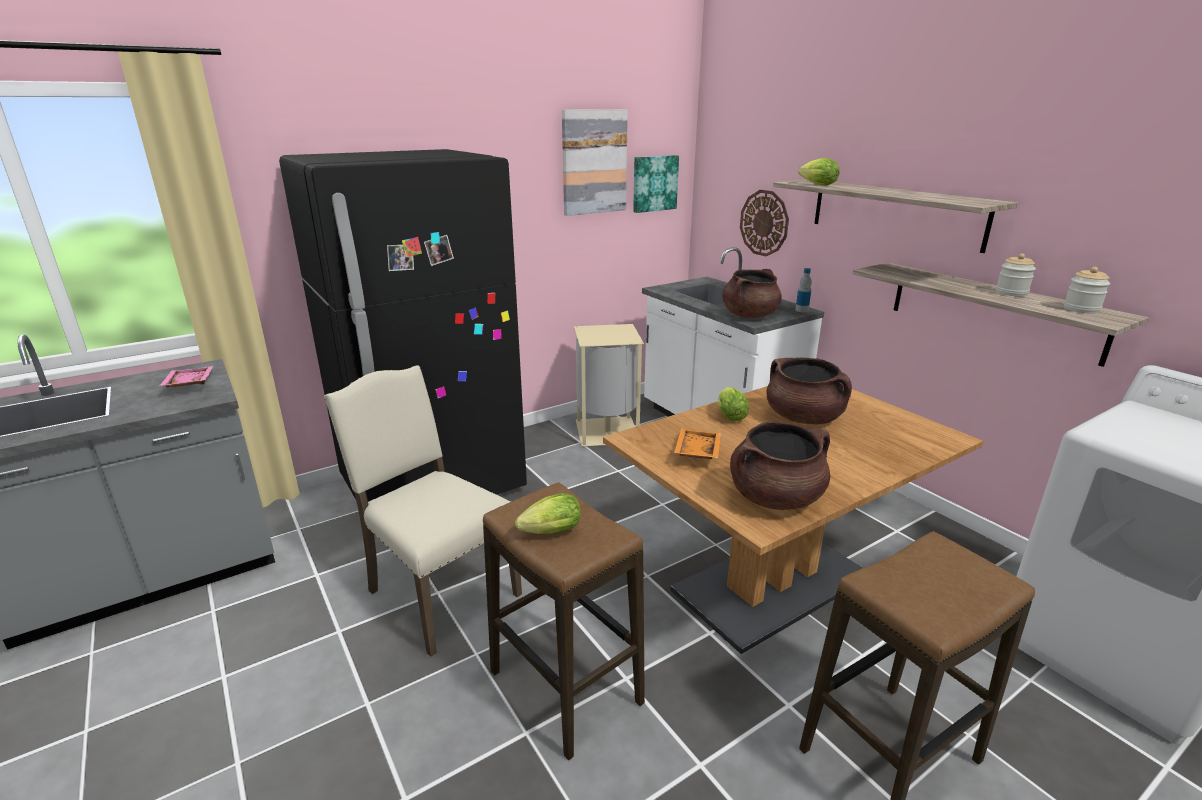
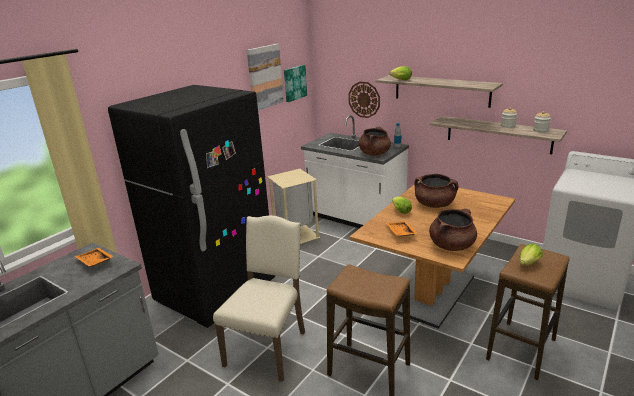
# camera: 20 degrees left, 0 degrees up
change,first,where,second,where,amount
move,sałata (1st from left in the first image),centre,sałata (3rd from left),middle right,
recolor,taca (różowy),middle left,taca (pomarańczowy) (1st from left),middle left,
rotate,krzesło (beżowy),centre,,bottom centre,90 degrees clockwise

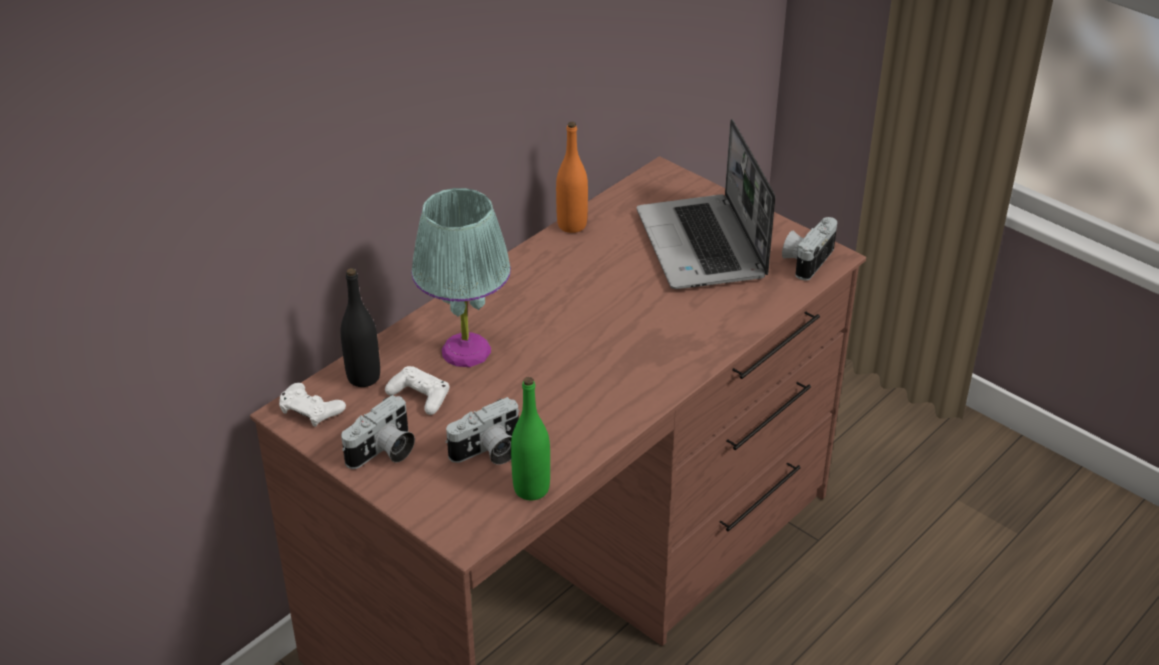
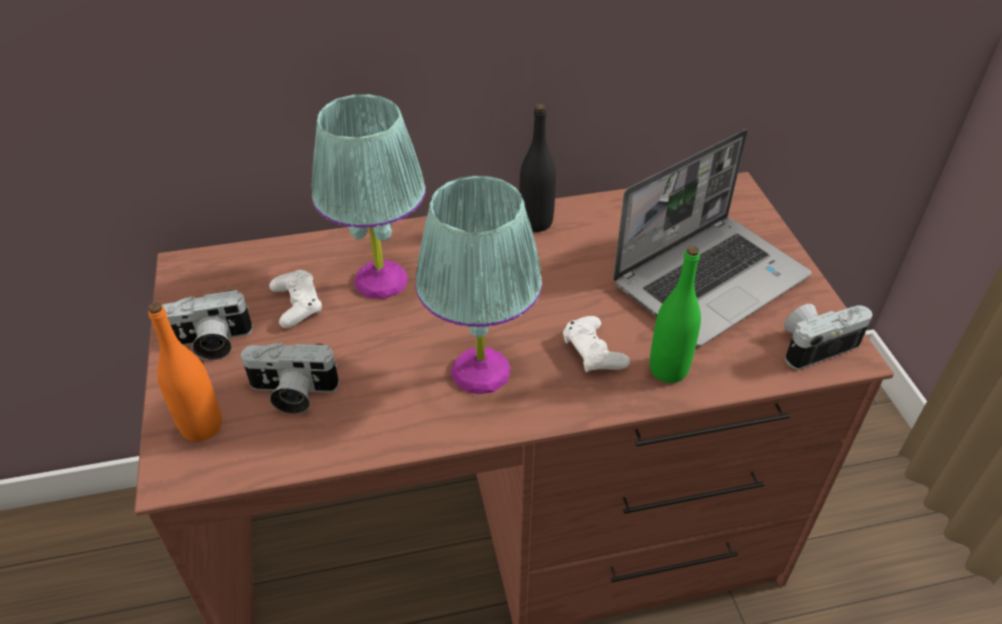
# camera: 35 degrees right, 5 degrees up
change,first,where,second,where,amount
insert,,,lampa stołowa (turkusowy) (2nd from left),centre,
move,pad do gier (biały) (1st from left in the first image),middle left,pad do gier (biały) (2nd from left),centre,
move,butelka (czarny),middle left,,top centre,
move,butelka (zielony),centre,,middle right,
move,butelka (pomarańczowy),top centre,,middle left,
rotate,laptop,top centre,,middle right,150 degrees counterclockwise

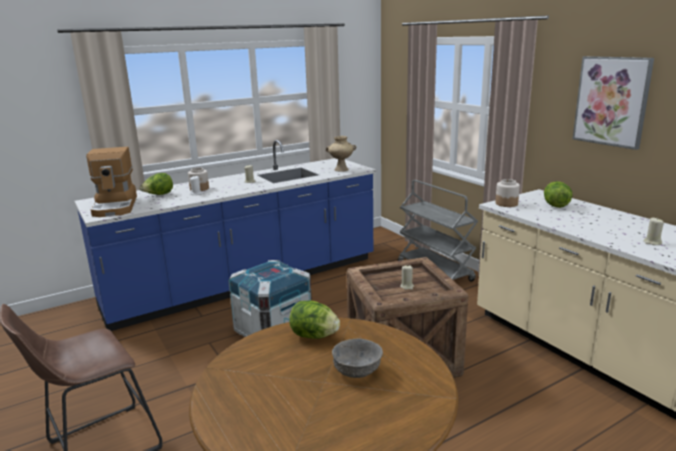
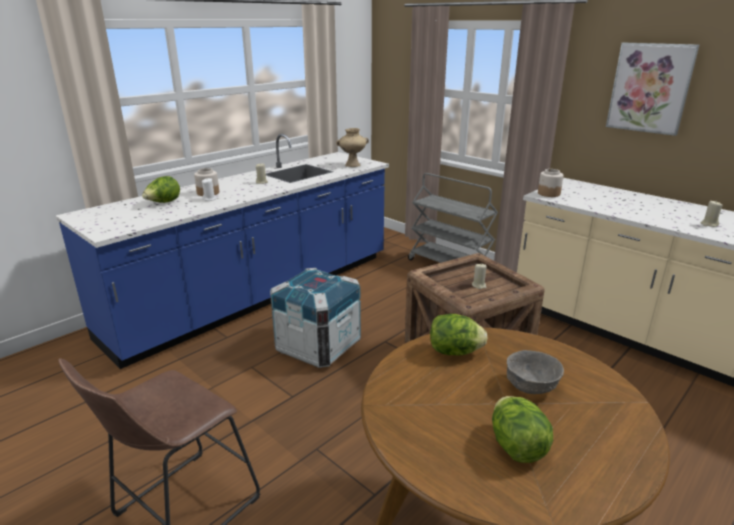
# camera: 15 degrees left, 5 degrees up
change,first,where,second,where,amount
delete,ekspres do kawy,middle left,,,
move,sałata (3rd from left),middle right,,bottom right,

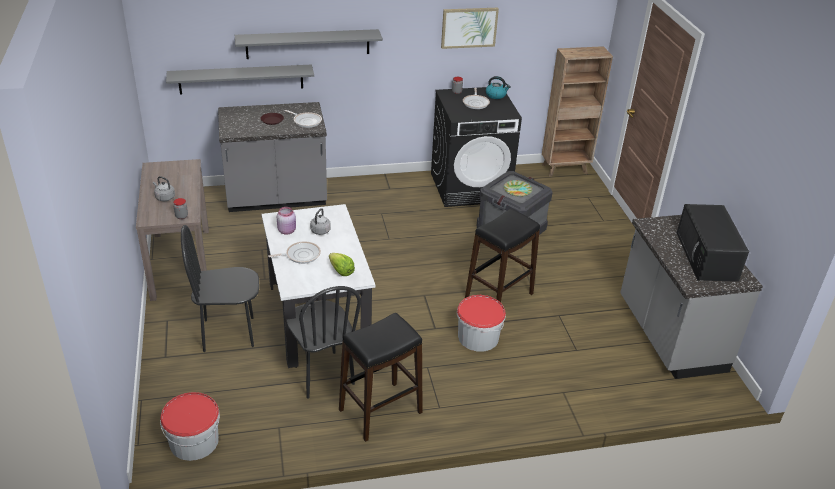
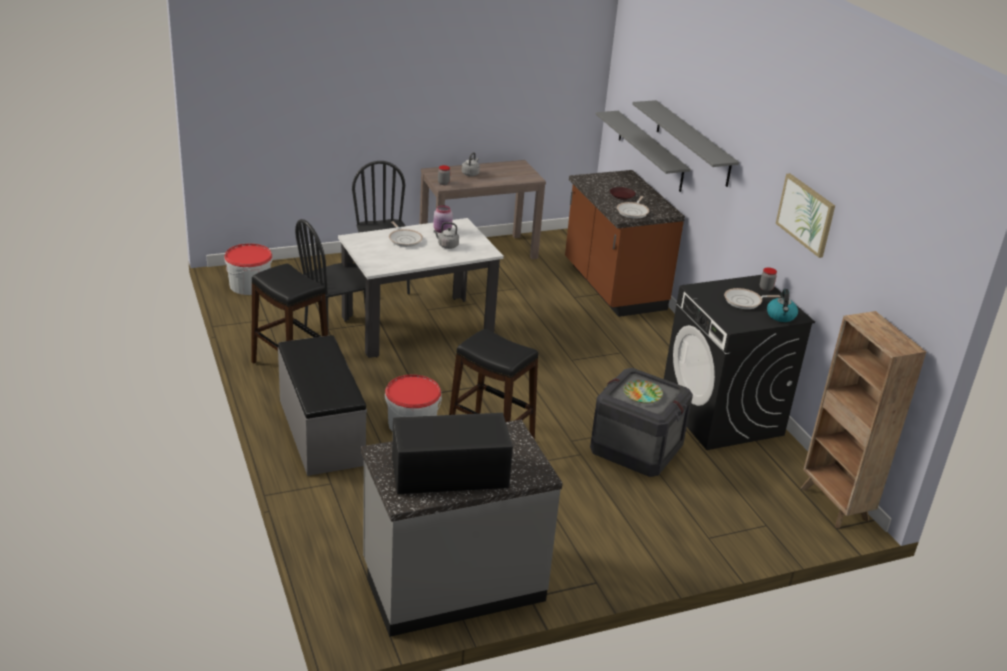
# camera: 80 degrees right, 5 degrees down
change,first,where,second,where,amount
delete,sałata,centre,,,
insert,,,ławka (szary),middle left,
recolor,zabudowa kuchenna (szary) (1st from left),top left,zabudowa kuchenna (brązowy),centre,

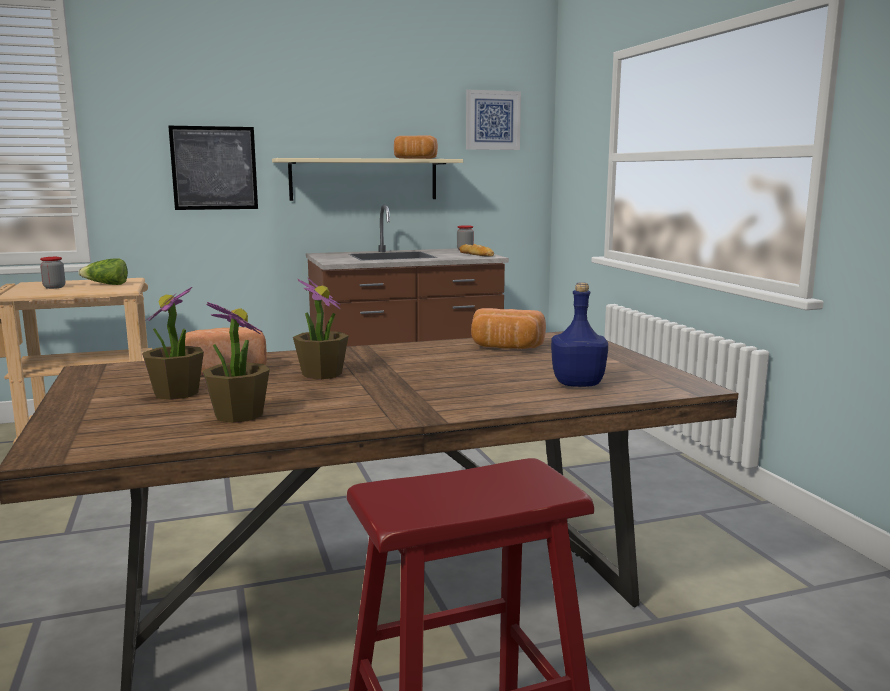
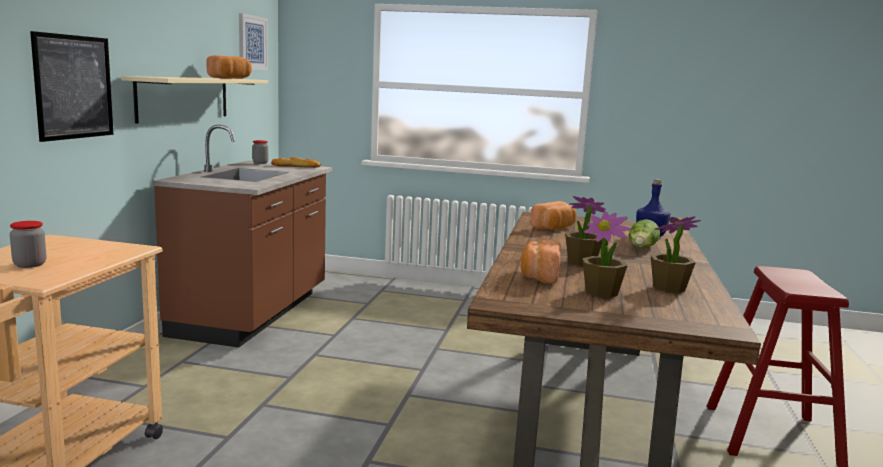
# camera: 60 degrees left, 0 degrees up
change,first,where,second,where,amount
move,sałata,middle left,,middle right,

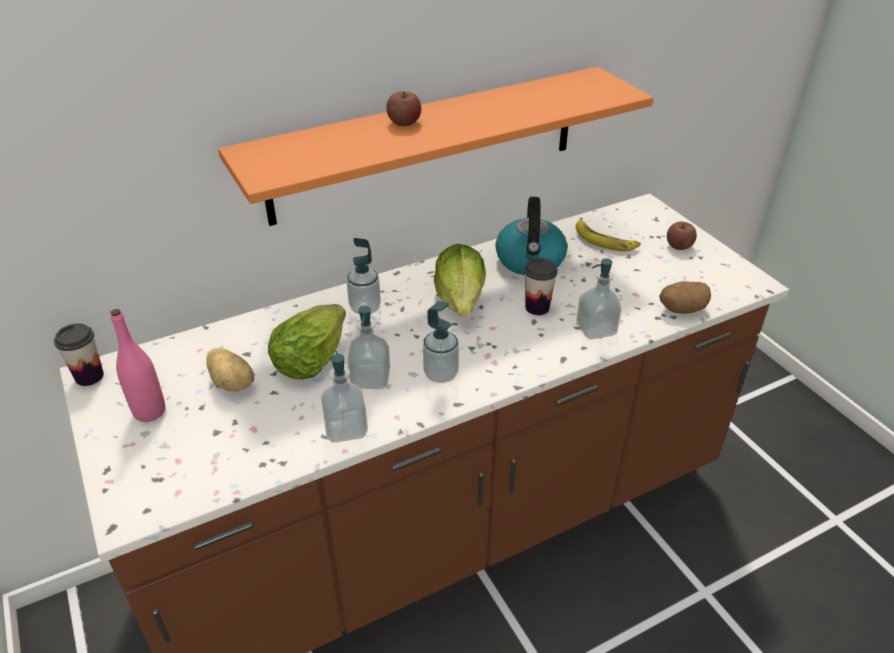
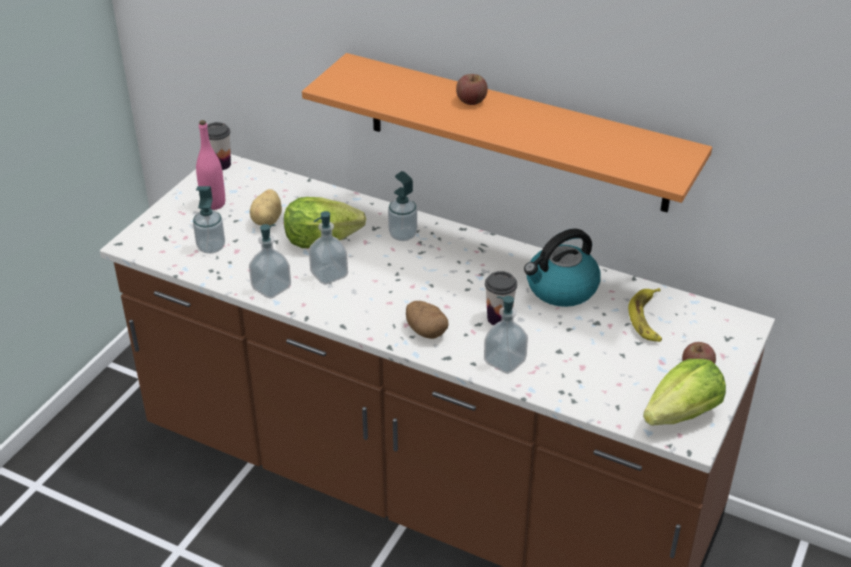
# camera: 55 degrees right, 0 degrees up
change,first,where,second,where,amount
move,dozownik mydła (4th from left in the first image),centre,dozownik mydła (1st from left),middle left,
move,sałata (2nd from left),centre,,bottom right,
move,ziemniak (2nd from left),middle right,,centre,

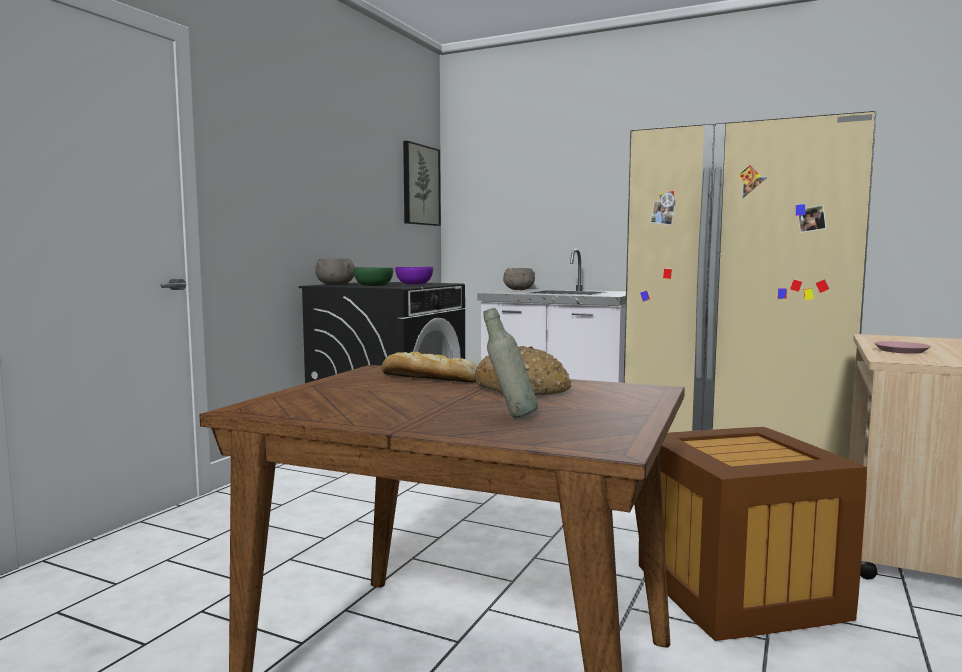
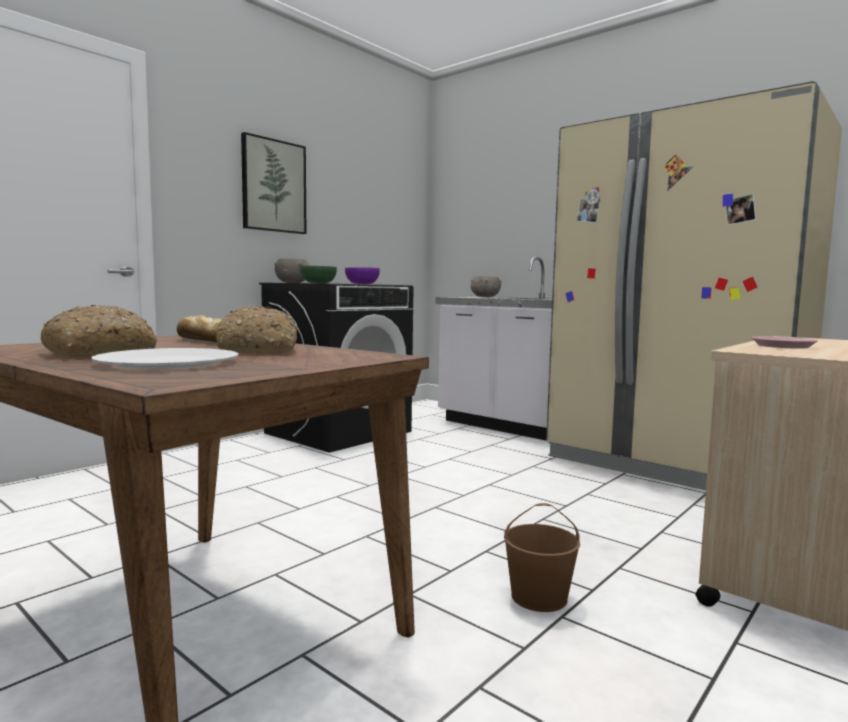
# camera: 15 degrees right, 0 degrees up
change,first,where,second,where,amount
insert,,,chleb (1st from left),middle left,
move,obraz,top centre,,top left,
replace,butelka (szary),centre,talerz (biały),middle left,
replace,skrzynka,bottom right,wiadro (brązowy),bottom centre,

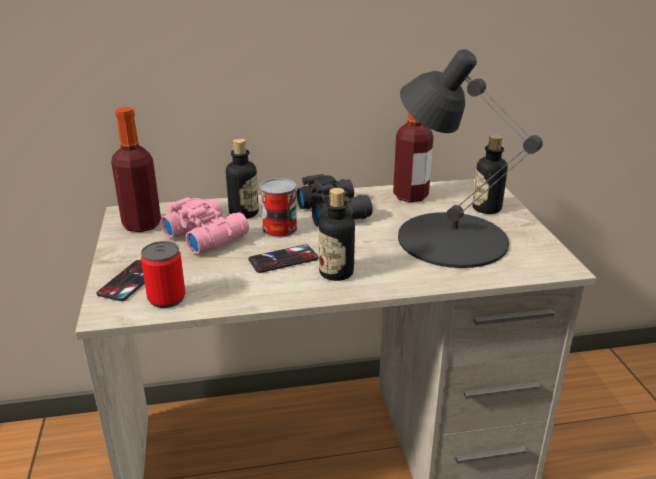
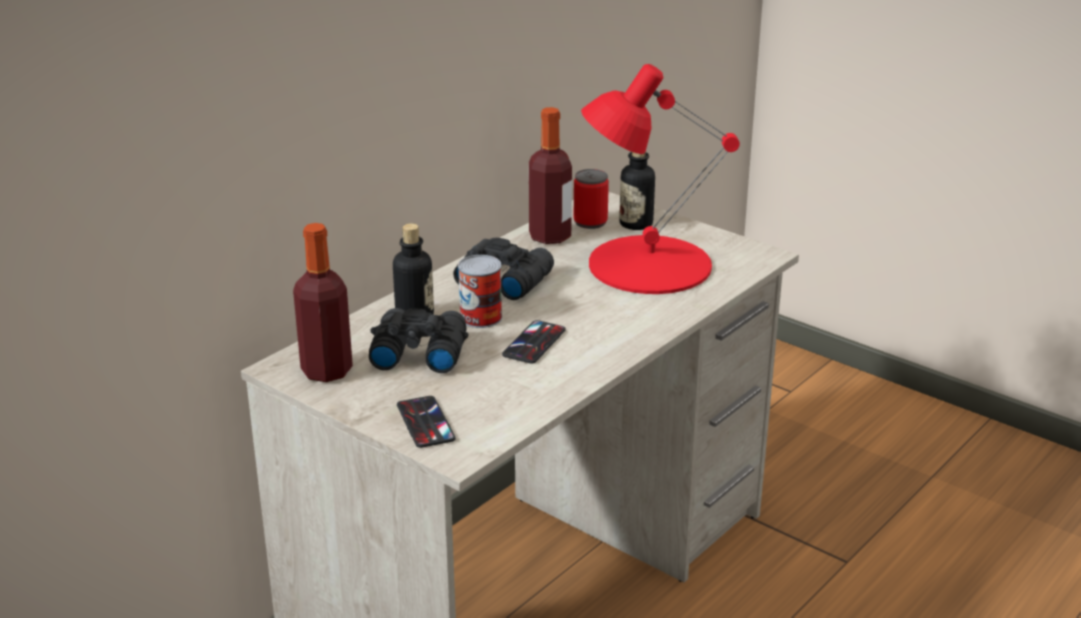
# camera: 40 degrees left, 0 degrees up
change,first,where,second,where,amount
delete,butelka (3rd from left),centre,,,
move,puszka (1st from left in the first image),middle left,puszka (2nd from left),top centre,
recolor,lornetka (różowy),middle left,lornetka (czarny) (1st from left),centre,
recolor,lampa stołowa (czarny),top right,lampa stołowa (czerwony),top centre,

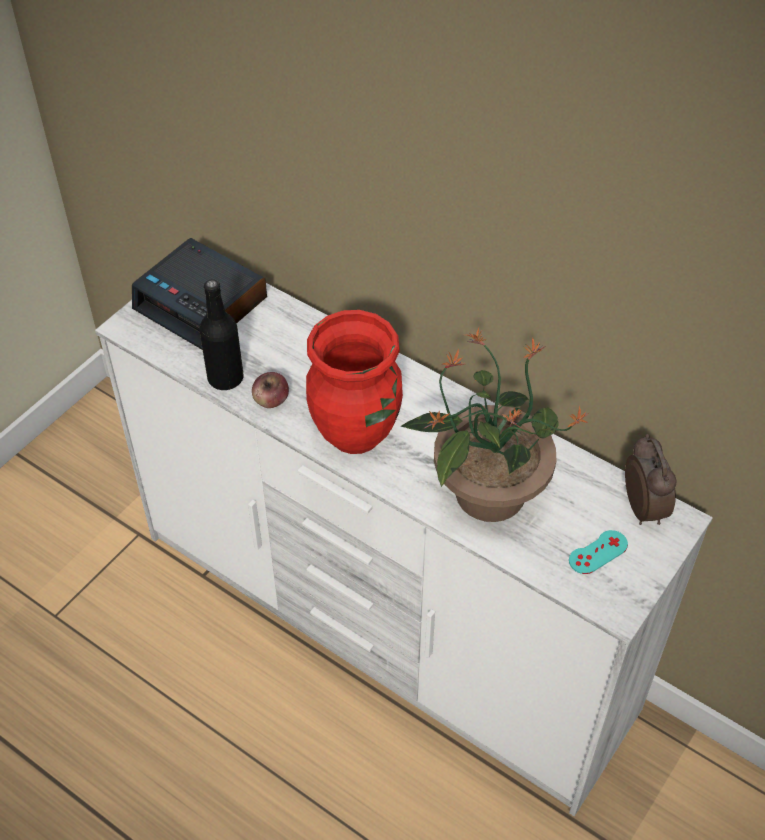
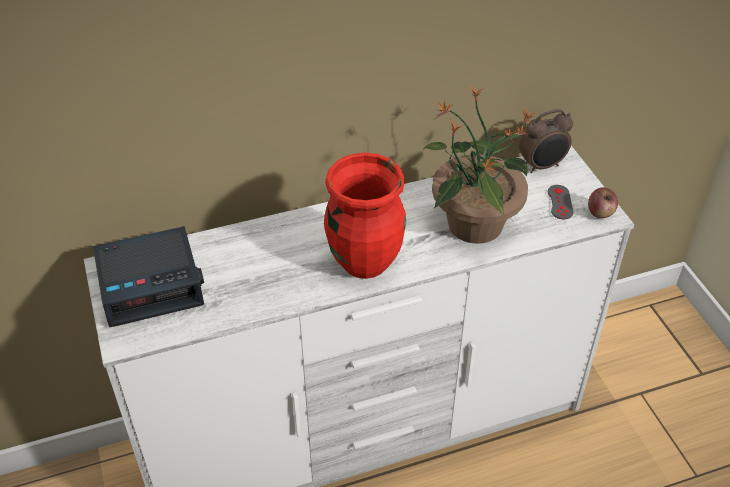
# camera: 55 degrees left, 5 degrees down
change,first,where,second,where,amount
delete,butelka (czarny),middle left,,,
move,jabłko,centre,,middle right,
recolor,pad do gier (turkusowy),middle right,pad do gier (szary),middle right,
rotate,budzik (2nd from left),middle right,,top right,135 degrees clockwise

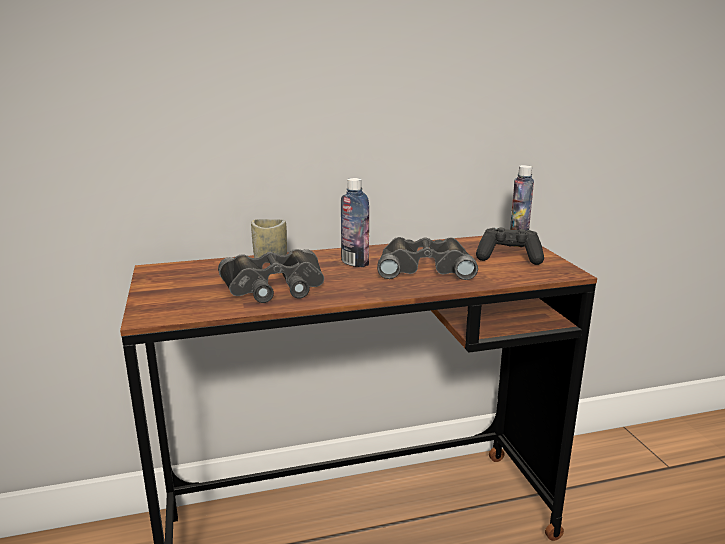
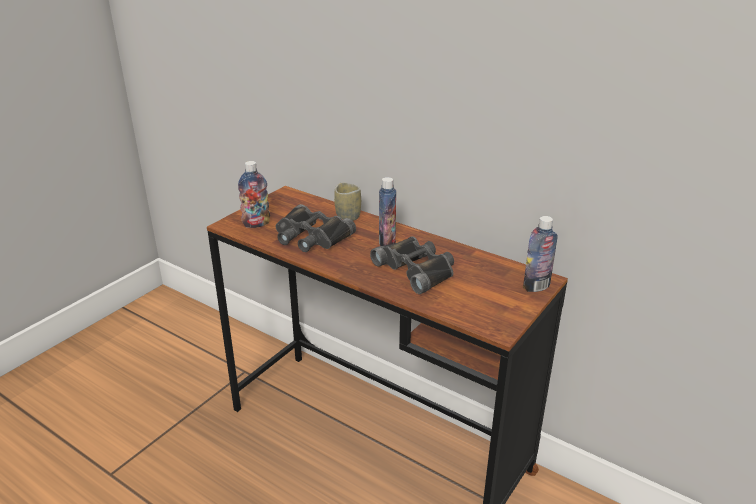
# camera: 50 degrees right, 10 degrees up
change,first,where,second,where,amount
delete,pad do gier (czarny),middle right,,,
insert,,,butelka (1st from left),centre,

